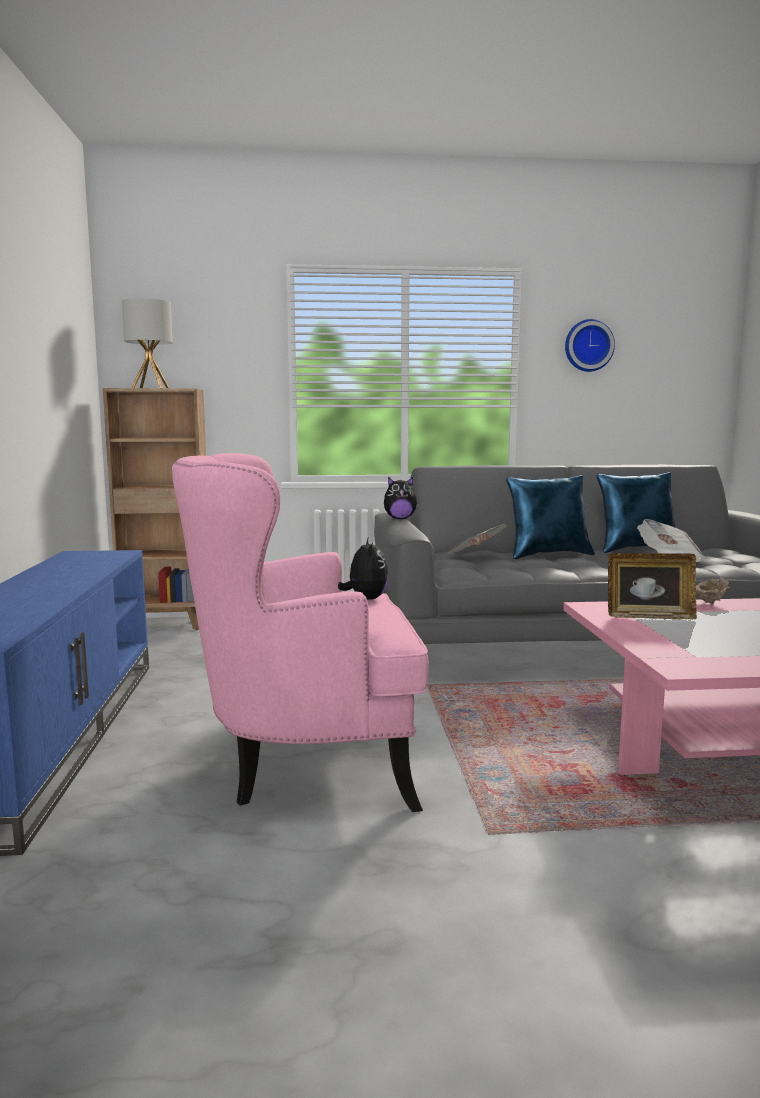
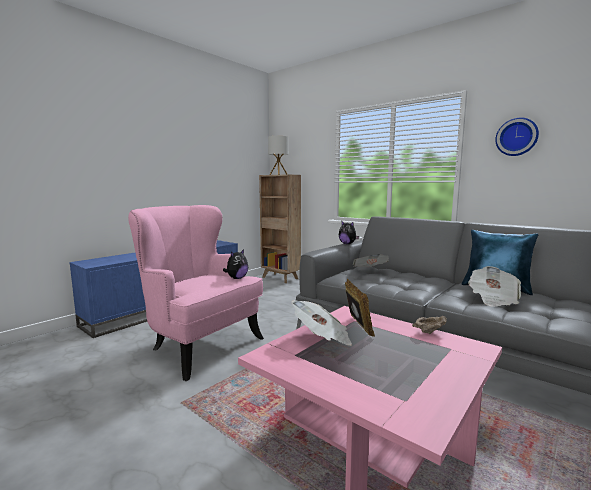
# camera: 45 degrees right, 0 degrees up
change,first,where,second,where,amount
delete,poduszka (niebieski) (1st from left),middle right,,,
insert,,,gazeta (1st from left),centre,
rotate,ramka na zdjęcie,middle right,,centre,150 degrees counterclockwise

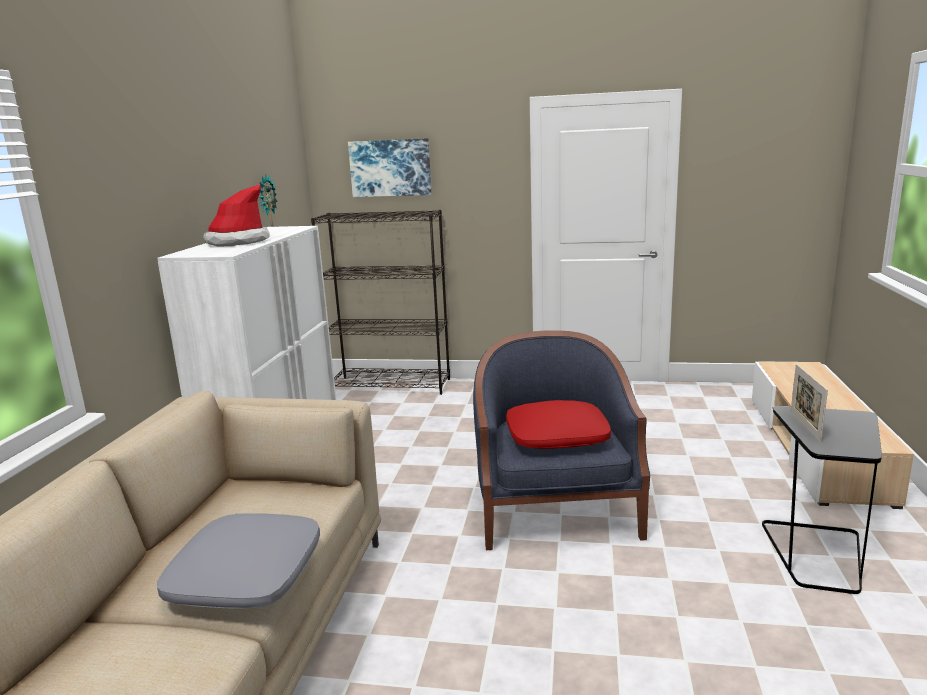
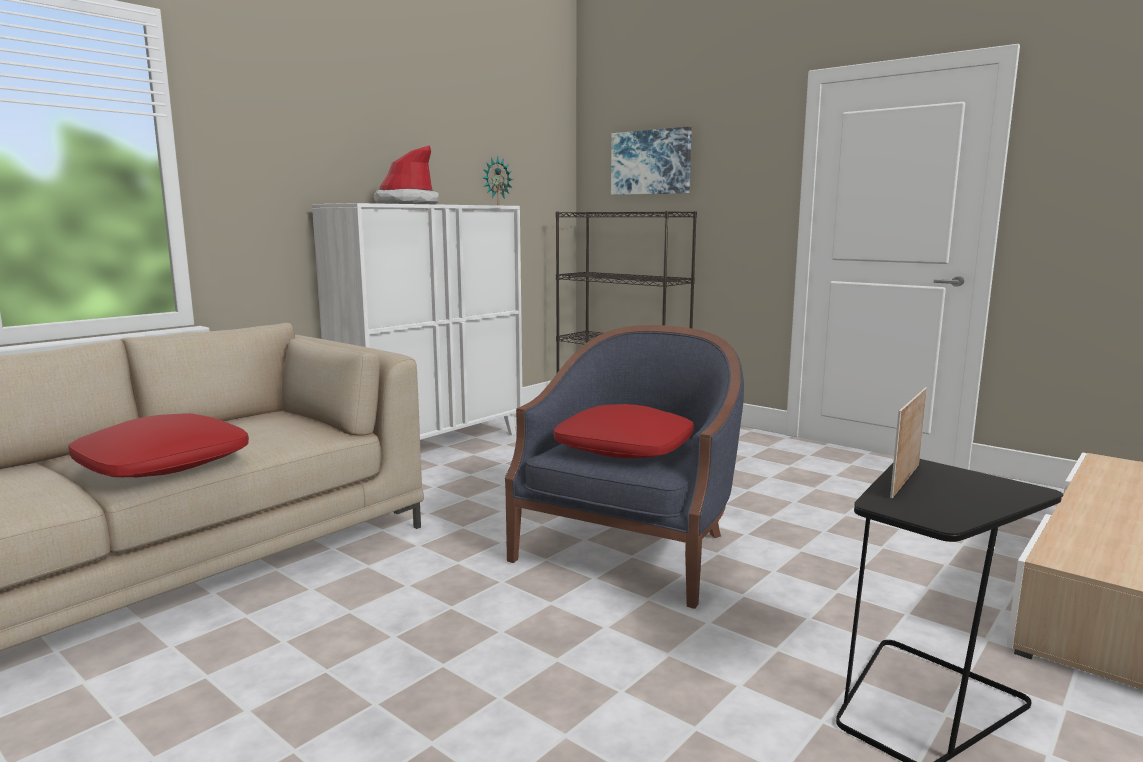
# camera: 30 degrees right, 5 degrees down
change,first,where,second,where,amount
recolor,poduszka (szary),bottom left,poduszka (czerwony) (1st from left),middle left,

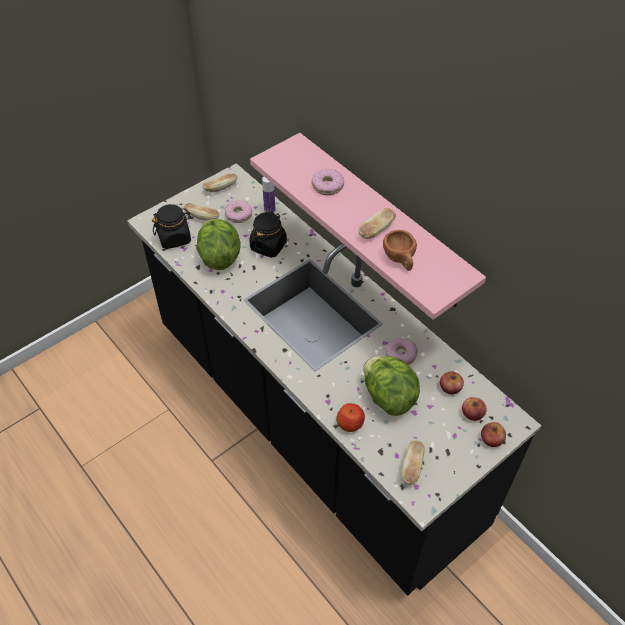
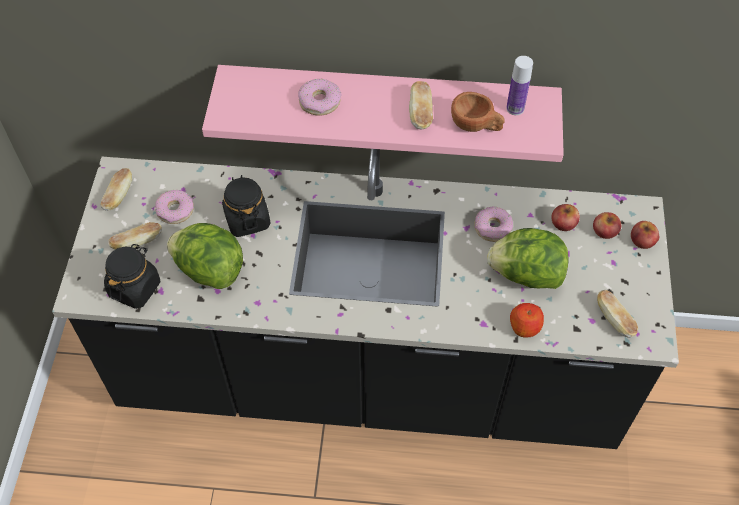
# camera: 45 degrees left, 5 degrees up
change,first,where,second,where,amount
move,butelka,top centre,,top right,

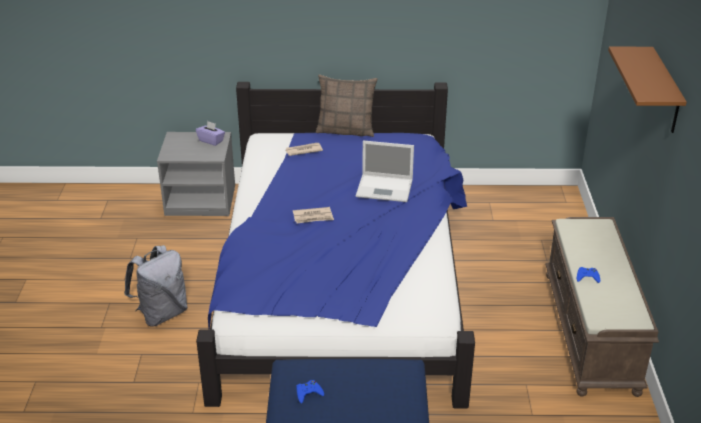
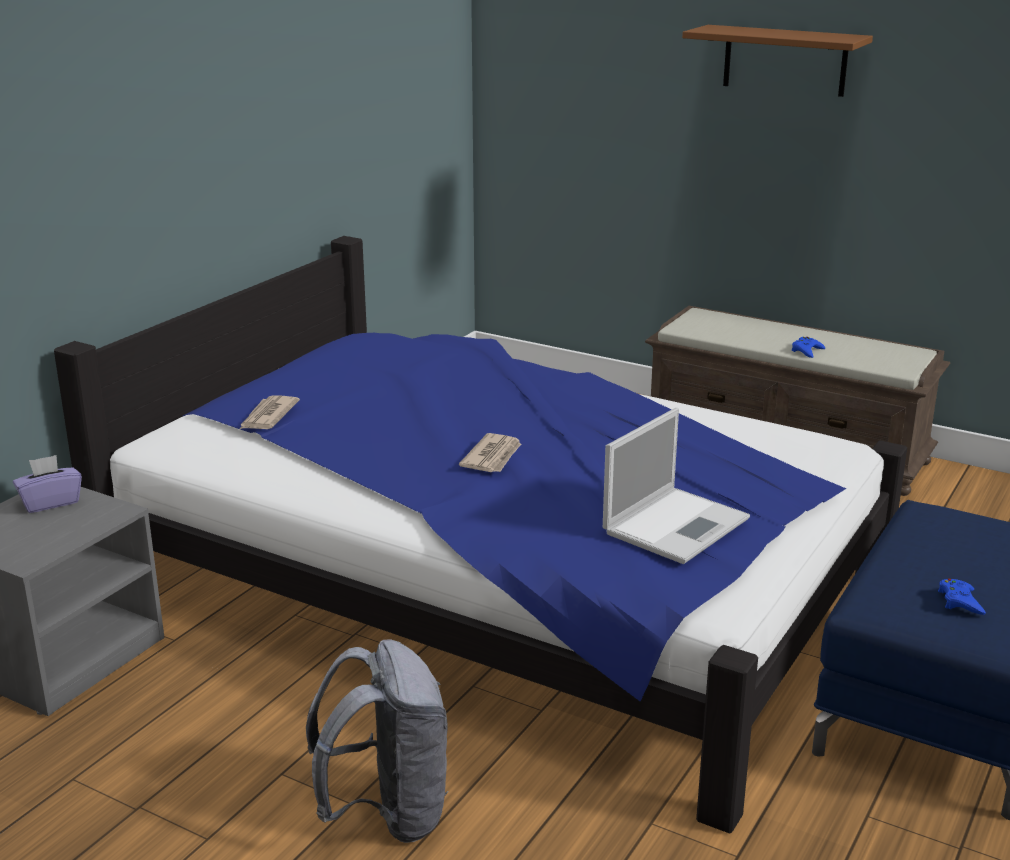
# camera: 60 degrees left, 10 degrees down
change,first,where,second,where,amount
delete,poduszka,top centre,,,
move,laptop,centre,,middle right,

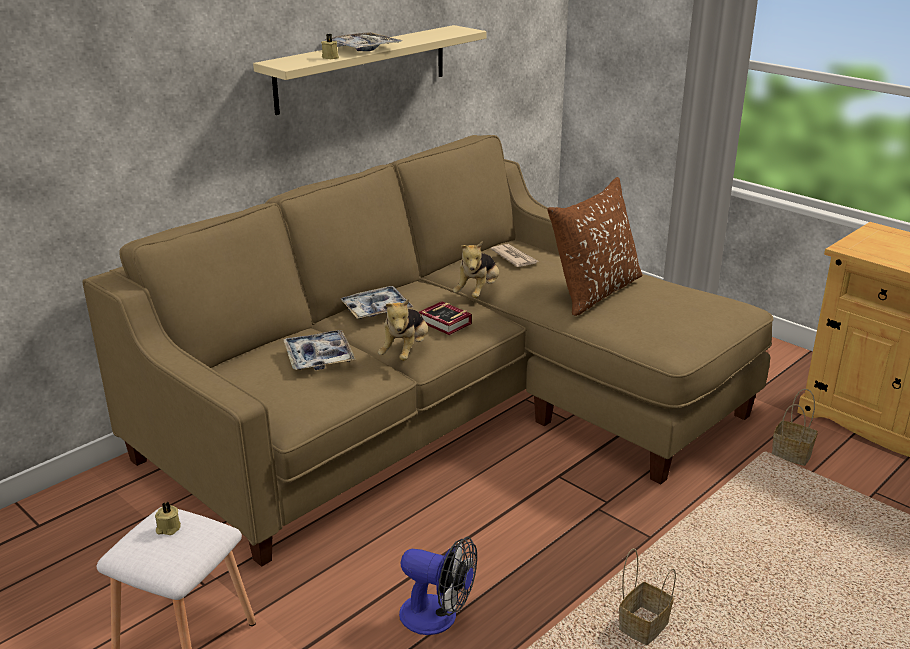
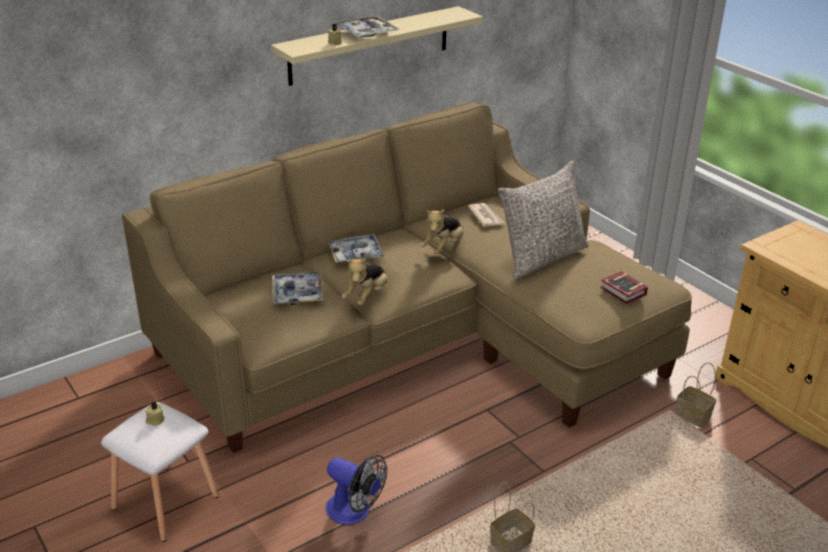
# camera: 10 degrees right, 5 degrees up
change,first,where,second,where,amount
move,książka,centre,,middle right,
recolor,poduszka (brązowy),centre,poduszka (szary),centre,

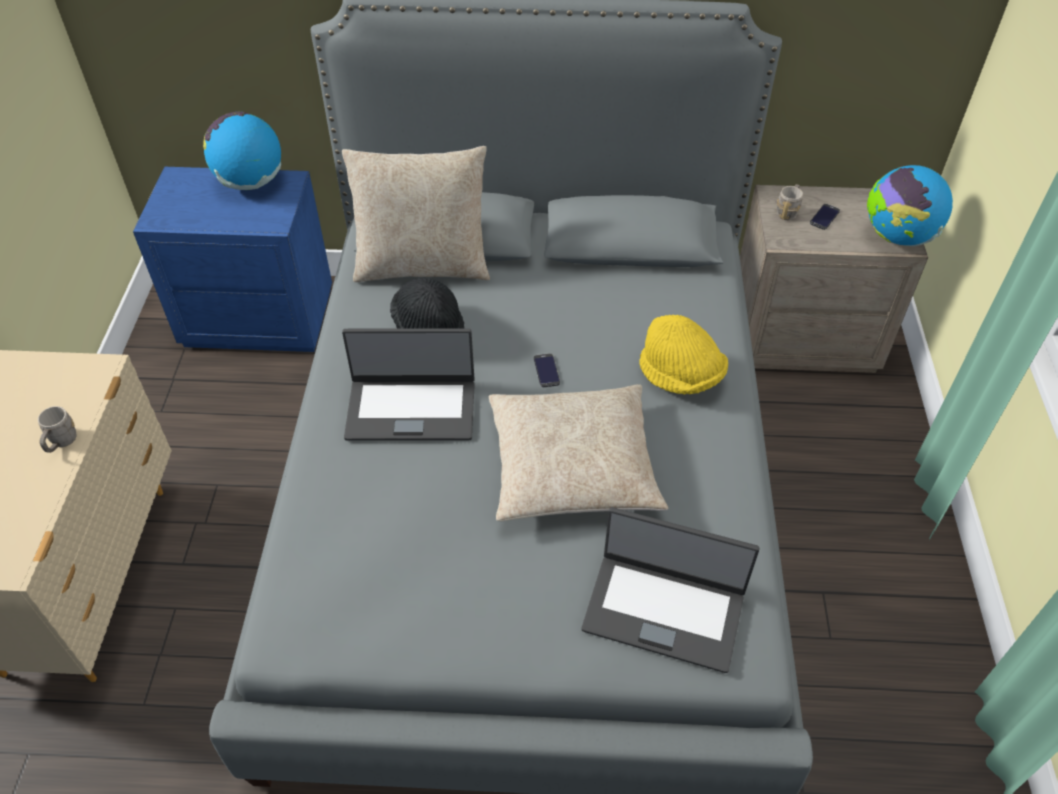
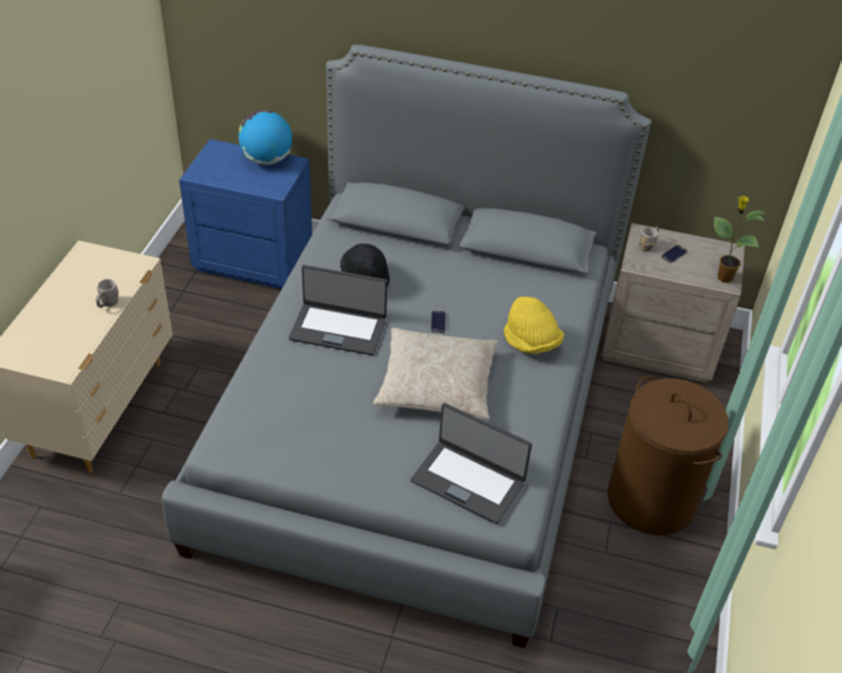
# camera: 10 degrees right, 5 degrees down
change,first,where,second,where,amount
delete,poduszka (beżowy) (1st from left),top centre,,,
insert,,,kosz na pranie (brązowy),bottom right,
replace,globus (2nd from left),top right,roślina doniczkowa,middle right,

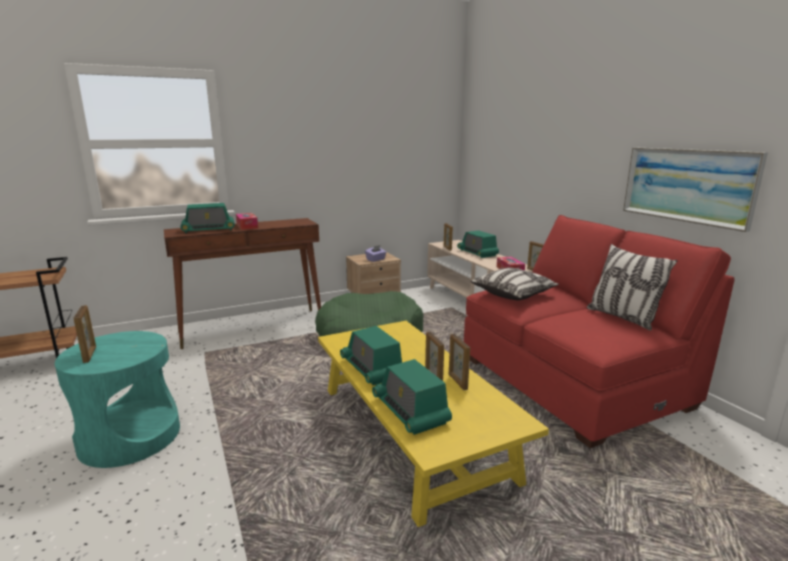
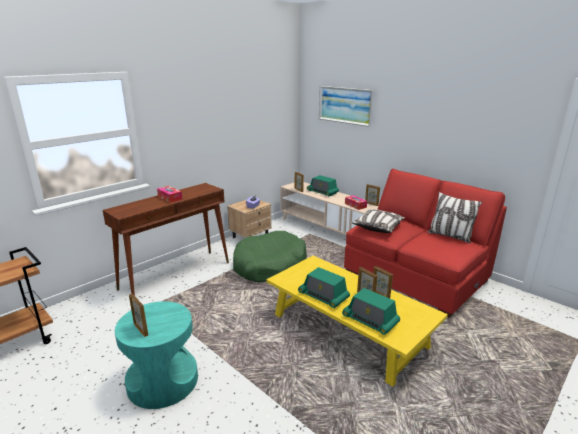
# camera: 20 degrees left, 5 degrees up
change,first,where,second,where,amount
delete,radio (1st from left),middle left,,,
move,obraz,middle right,,top centre,

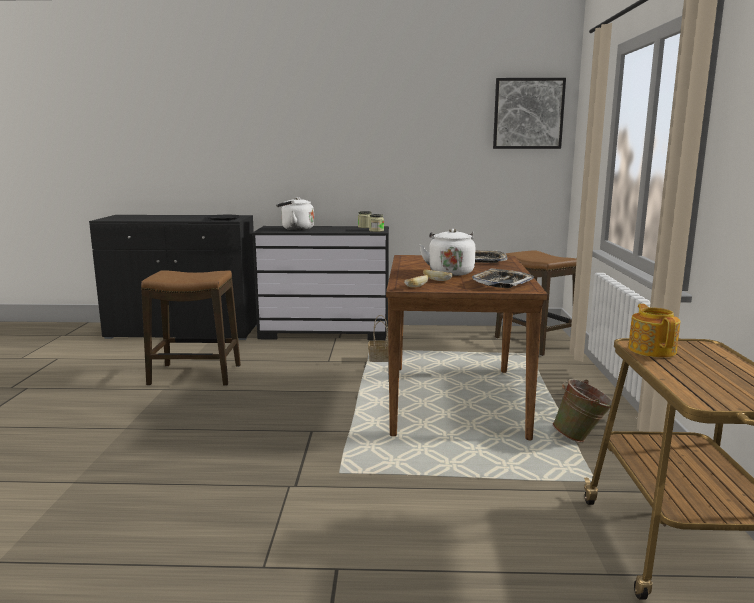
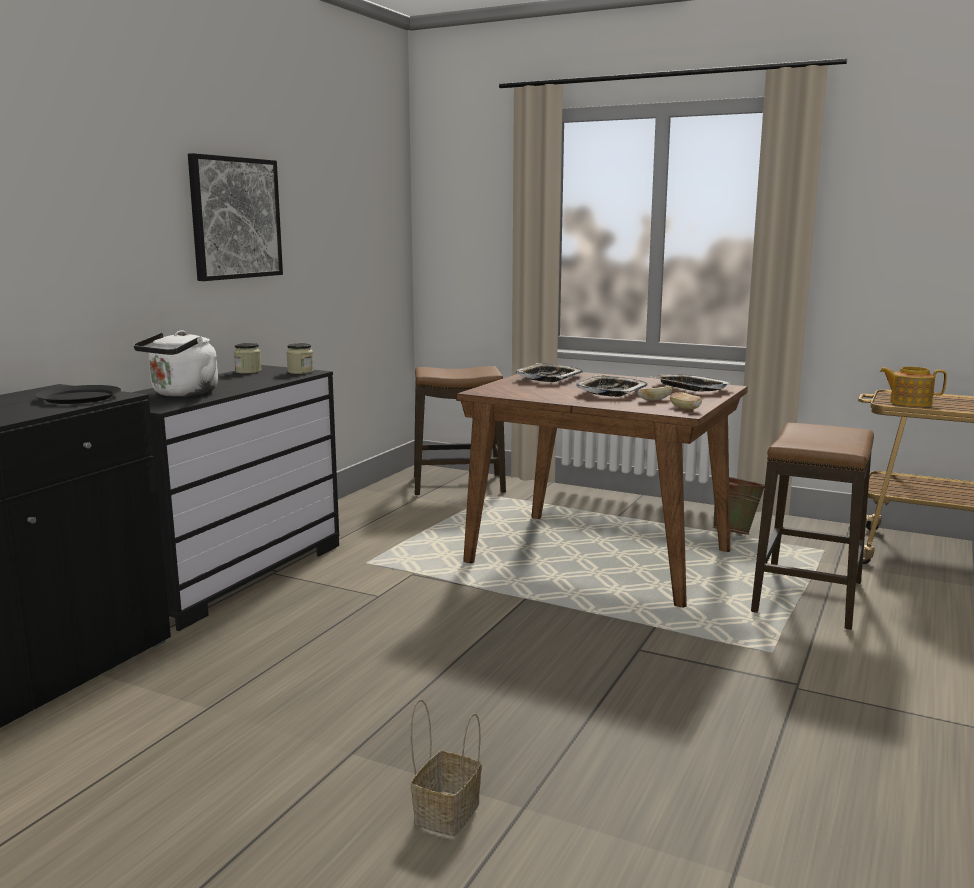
# camera: 65 degrees left, 0 degrees up
change,first,where,second,where,amount
move,stołek (1st from left in the first image),middle left,stołek (2nd from left),middle right,
move,koszyk,centre,,bottom centre,
move,obraz,top right,,top left,
replace,czajnik (biały) (2nd from left),centre,taca (2nd from left),centre,

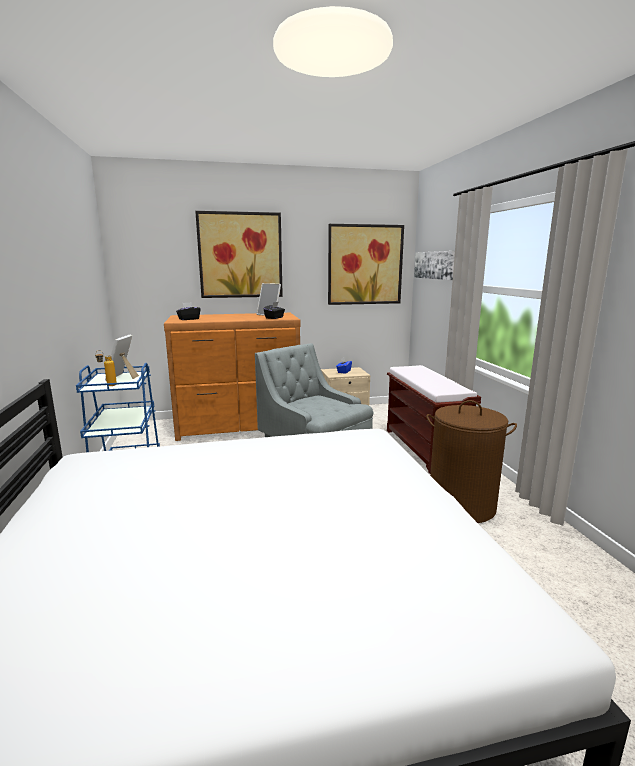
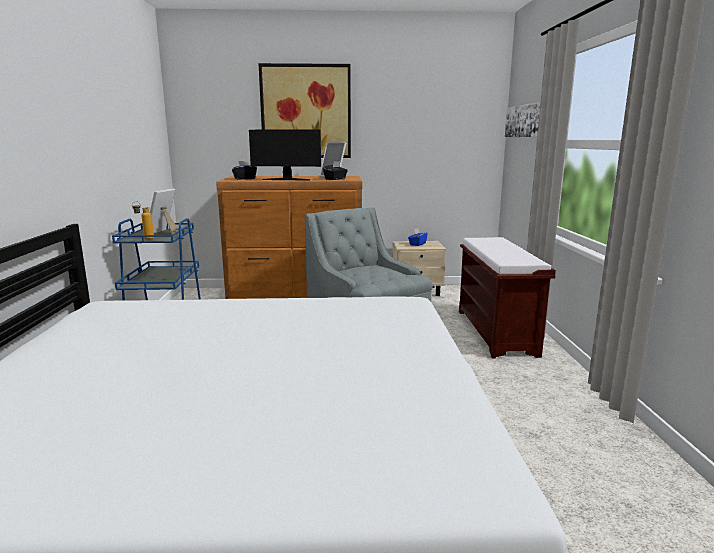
# camera: 10 degrees right, 0 degrees up
change,first,where,second,where,amount
delete,obraz (2nd from left),centre,,,
delete,kosz na pranie (brązowy),middle right,,,
insert,,,monitor,top centre,

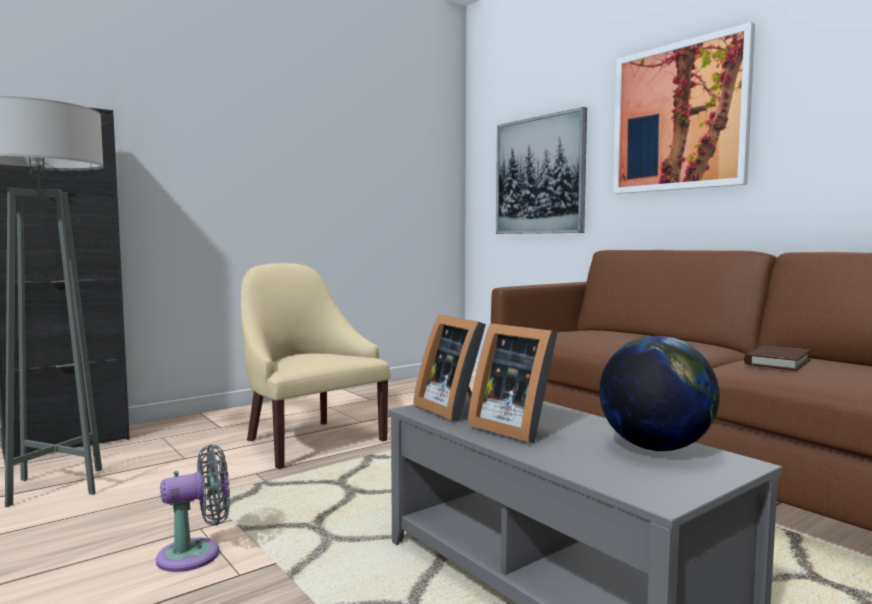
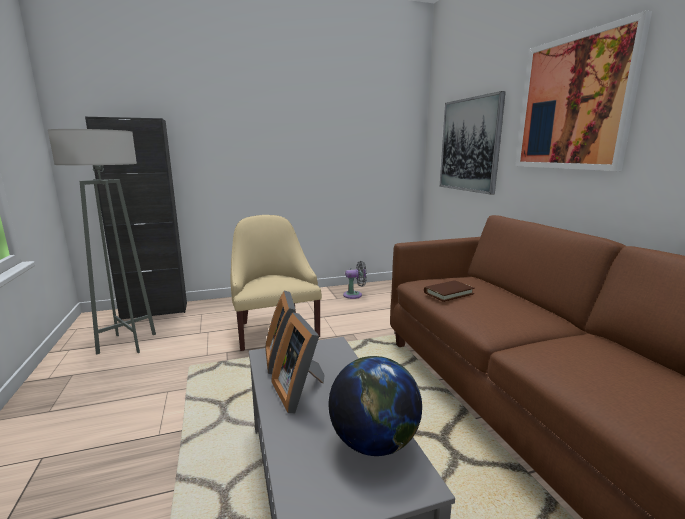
# camera: 20 degrees right, 10 degrees up
change,first,where,second,where,amount
move,wentylator (szary),bottom left,,centre,
move,książka (brązowy),middle right,,centre,

